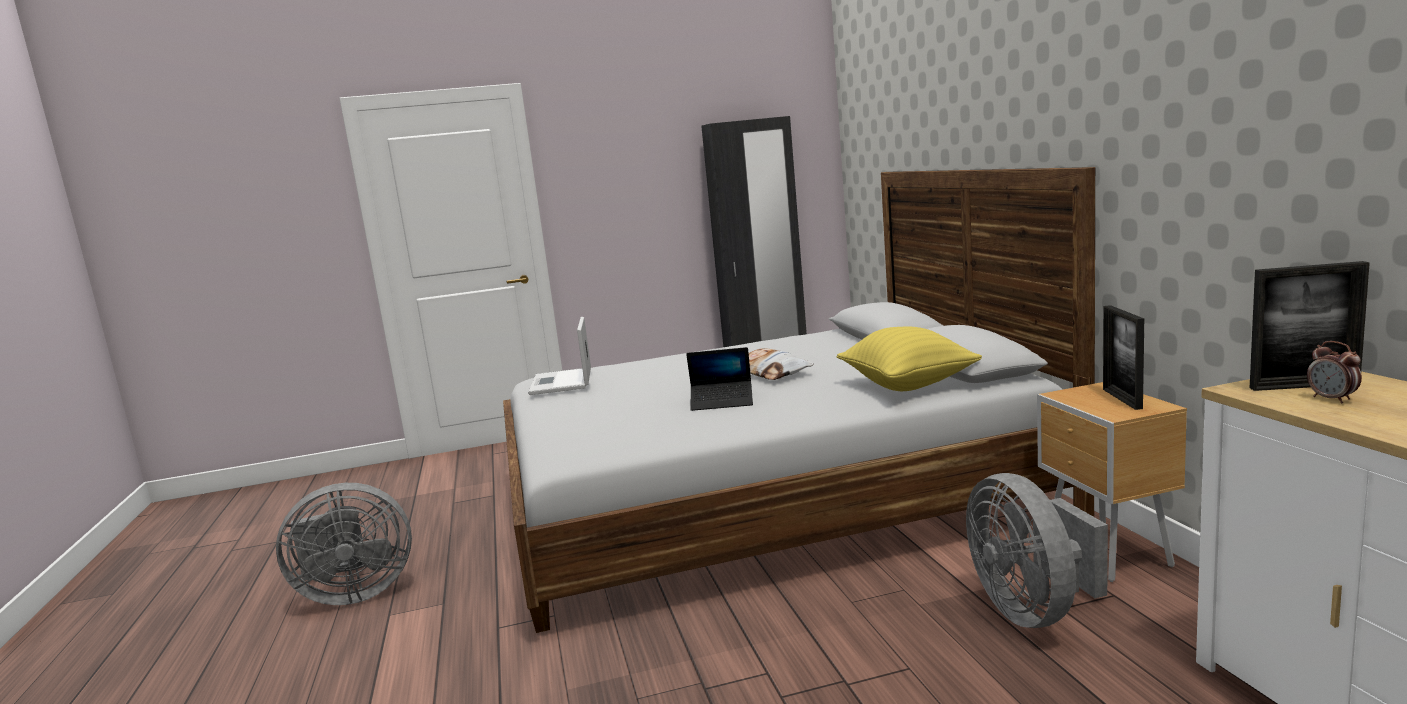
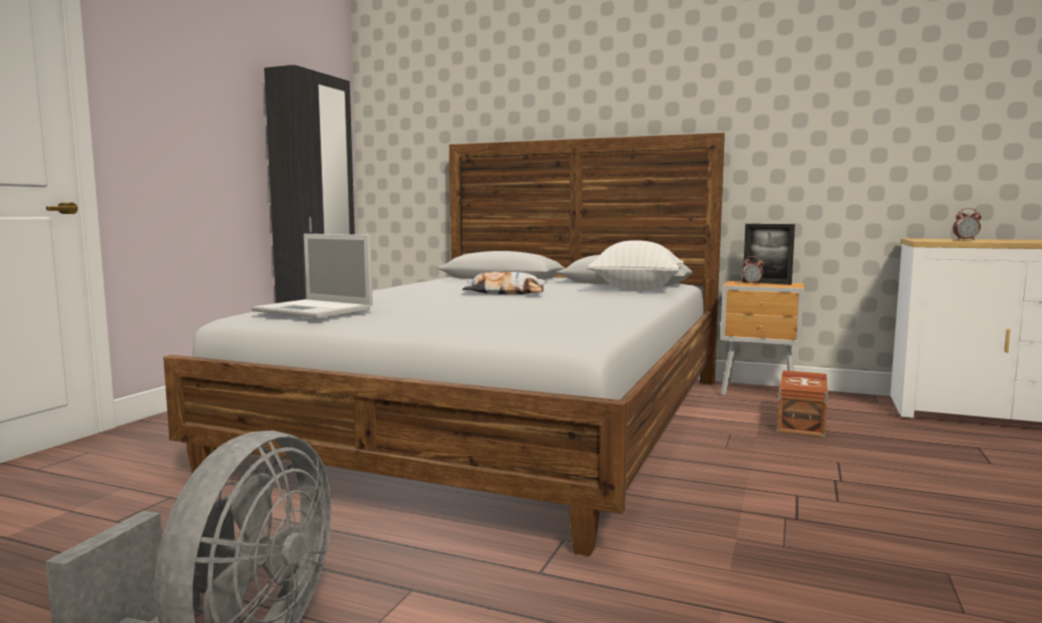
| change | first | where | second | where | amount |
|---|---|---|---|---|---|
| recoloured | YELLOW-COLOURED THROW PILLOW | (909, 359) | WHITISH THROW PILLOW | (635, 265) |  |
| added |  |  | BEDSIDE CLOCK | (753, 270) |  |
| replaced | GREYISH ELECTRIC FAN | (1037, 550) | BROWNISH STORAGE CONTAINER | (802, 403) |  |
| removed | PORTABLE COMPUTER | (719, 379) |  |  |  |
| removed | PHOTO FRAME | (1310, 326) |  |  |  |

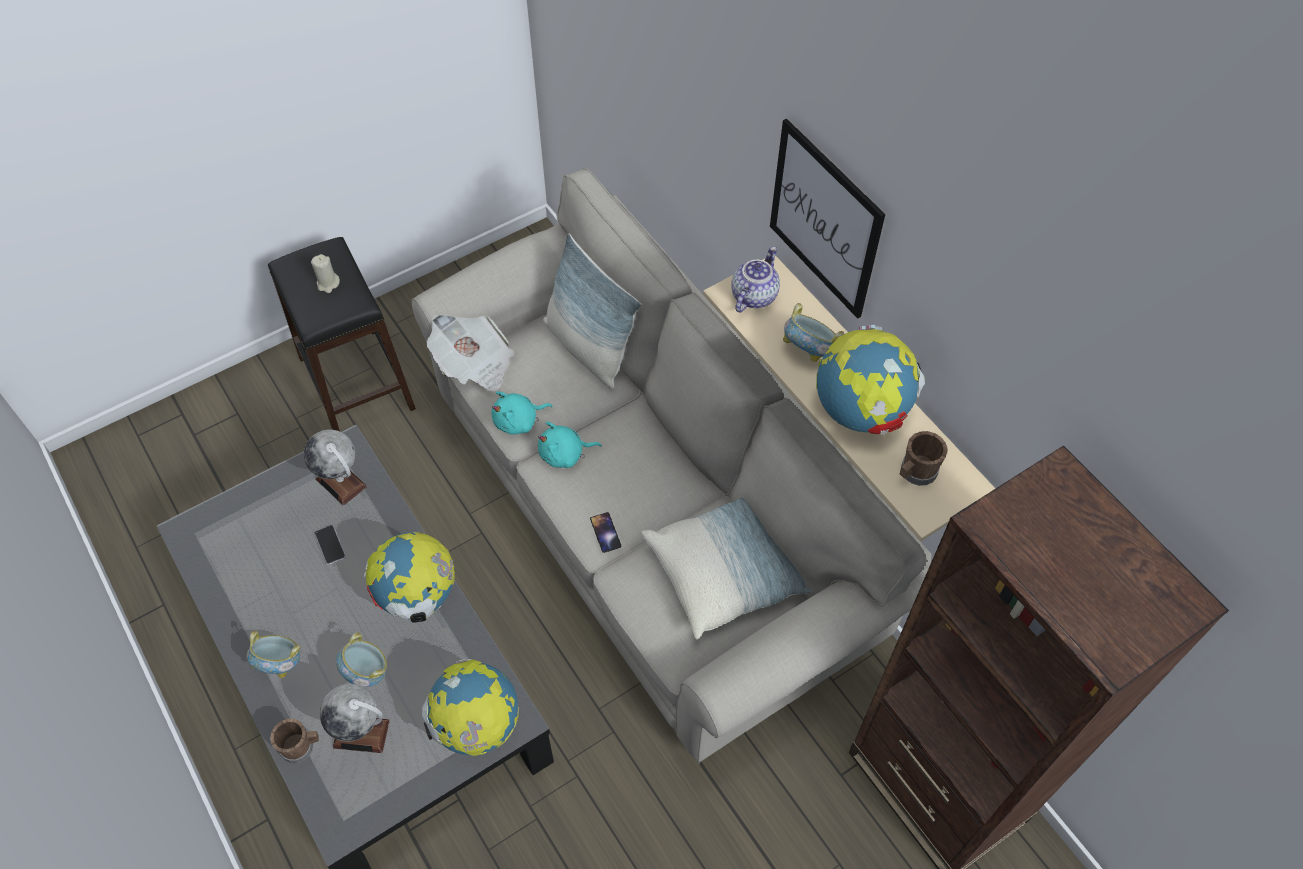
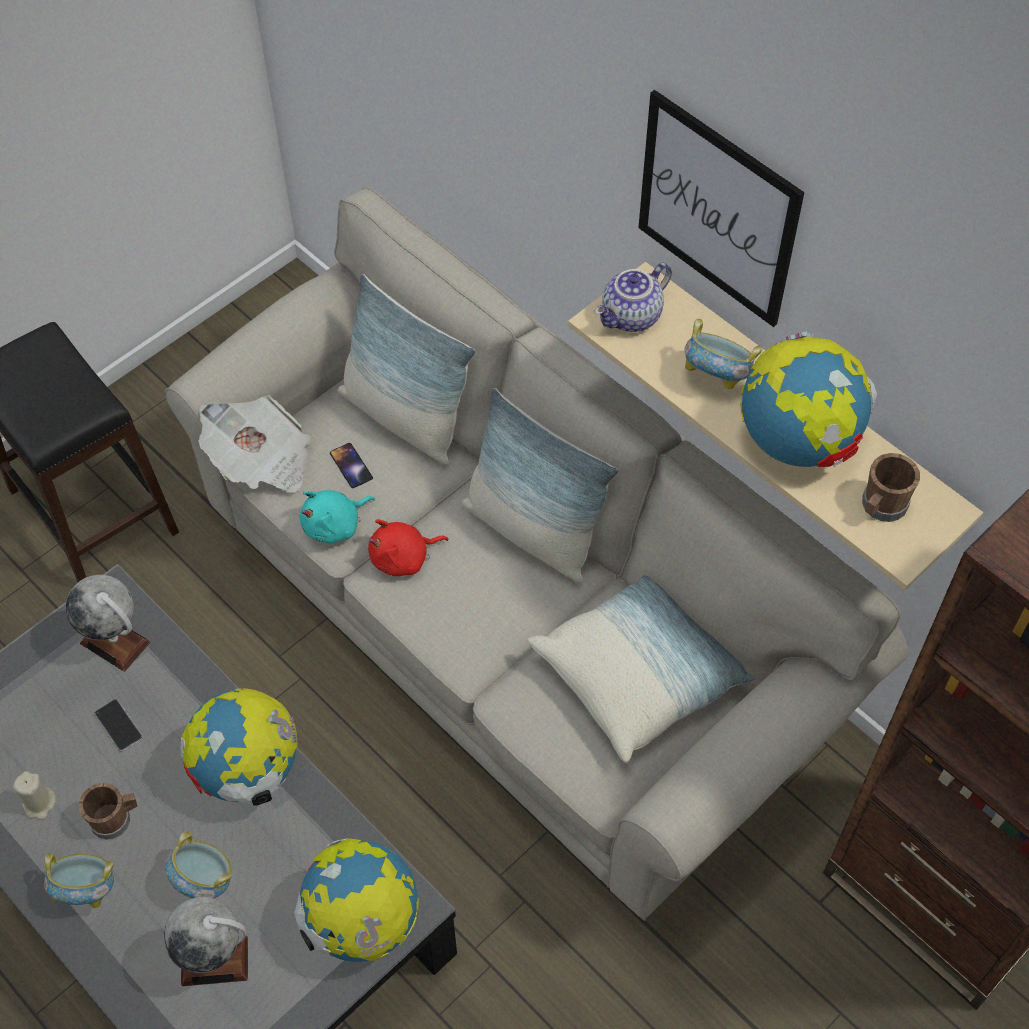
| change | first | where | second | where | amount |
|---|---|---|---|---|---|
| moved | BEIGE-COLOURED WAX LIGHT | (325, 273) |  | (34, 795) |  |
| moved | BROWNISH COFFEE MUG | (294, 741) |  | (108, 811) |  |
| moved | PHONE | (606, 532) |  | (351, 465) |  |
| recoloured | TURQUOISE SOFT TOY | (569, 445) | REDDISH SOFT TOY | (408, 547) |  |
| added |  |  | THROW PILLOW | (539, 485) |  |
| turned | TEAPOT | (755, 280) |  | (633, 297) | 150 degrees counterclockwise |

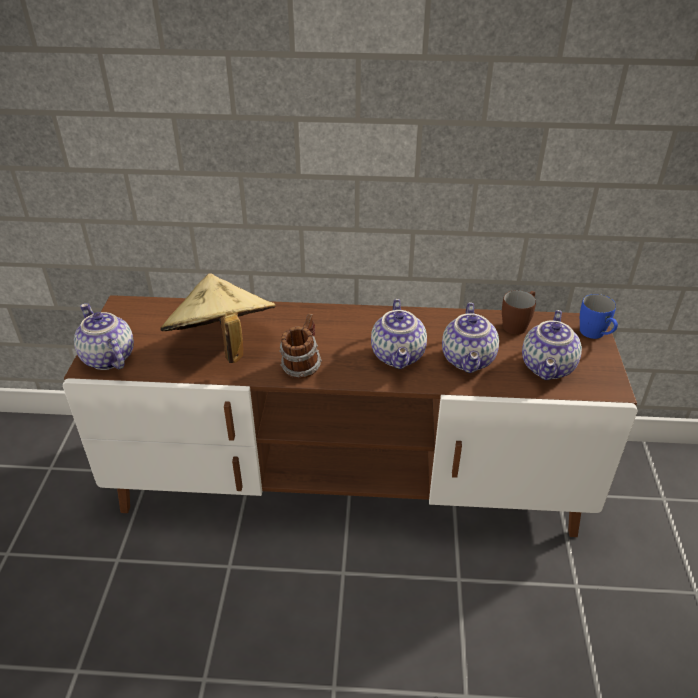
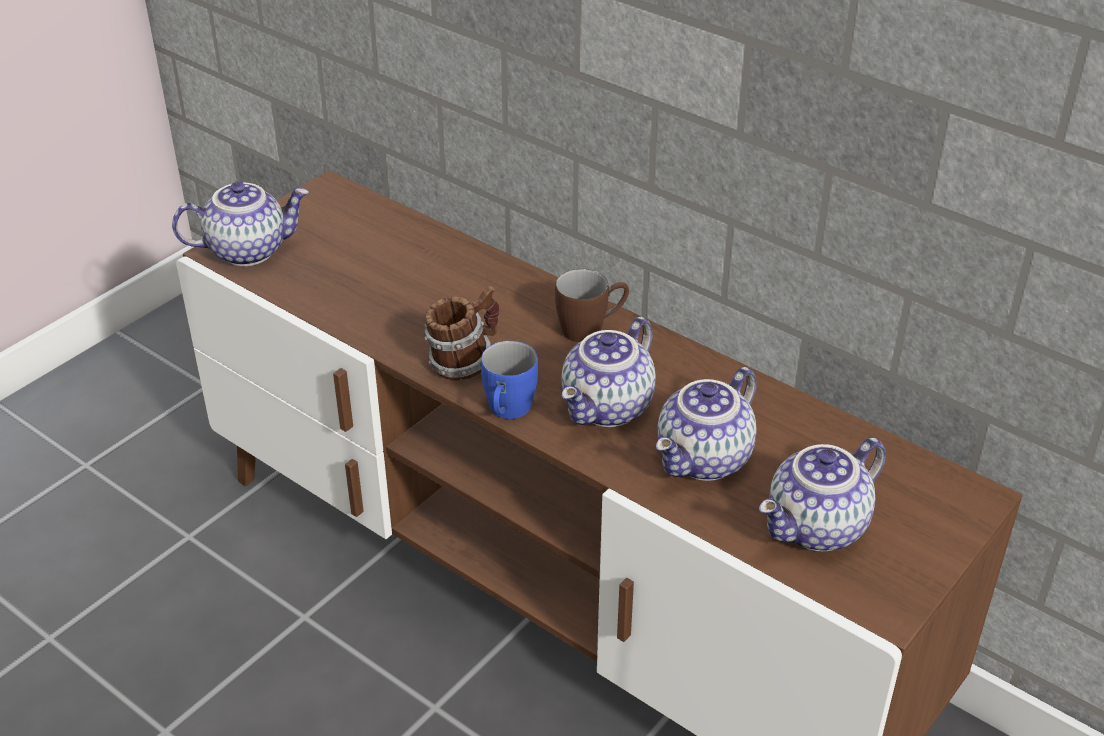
| change | first | where | second | where | amount |
|---|---|---|---|---|---|
| turned | TEAPOT | (104, 336) |  | (240, 223) | 75 degrees clockwise |
| moved | BLUE COFFEE MUG | (599, 316) |  | (509, 380) |  |
| moved | BROWNISH COFFEE MUG | (519, 312) |  | (592, 305) |  |
| removed | BEIGE-COLOURED WEARABLE HAT | (218, 318) |  |  |  |

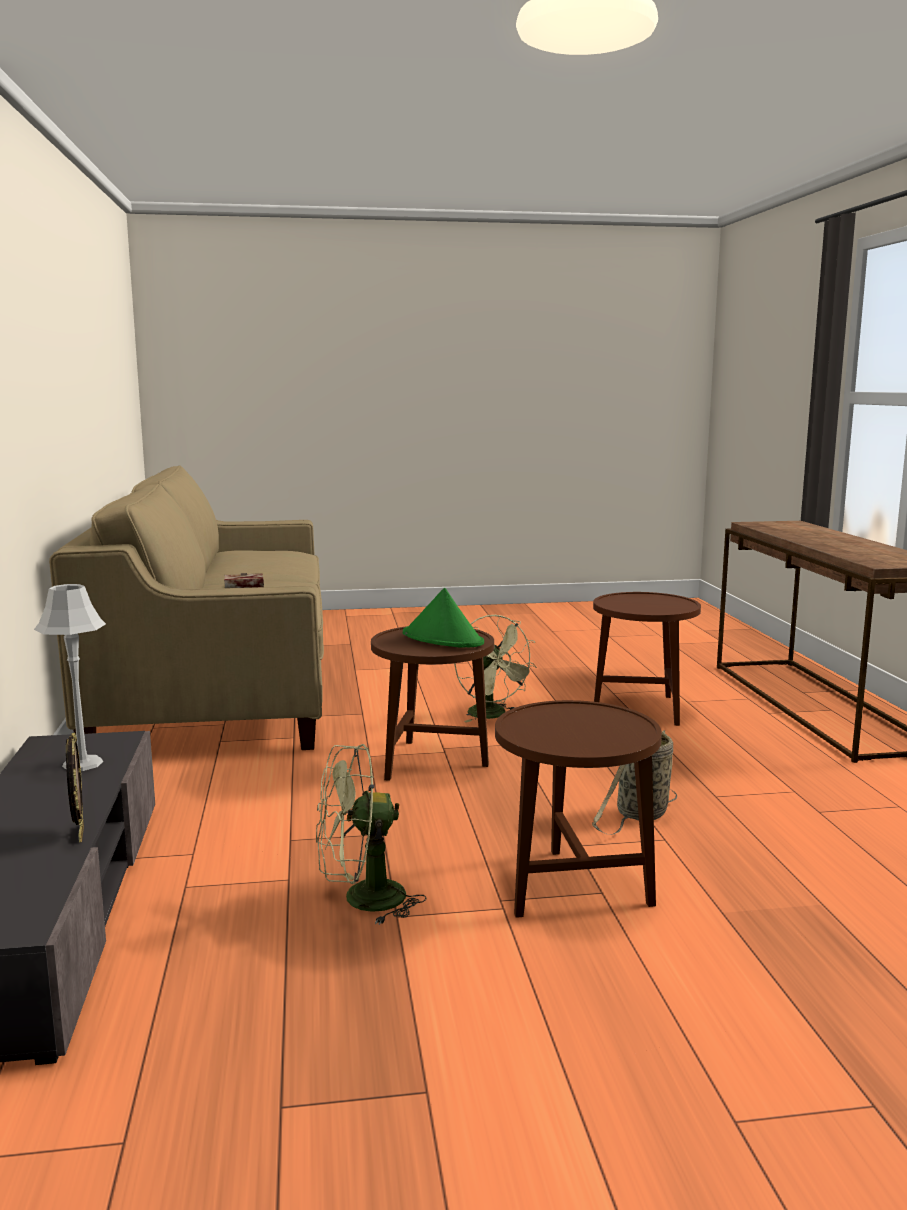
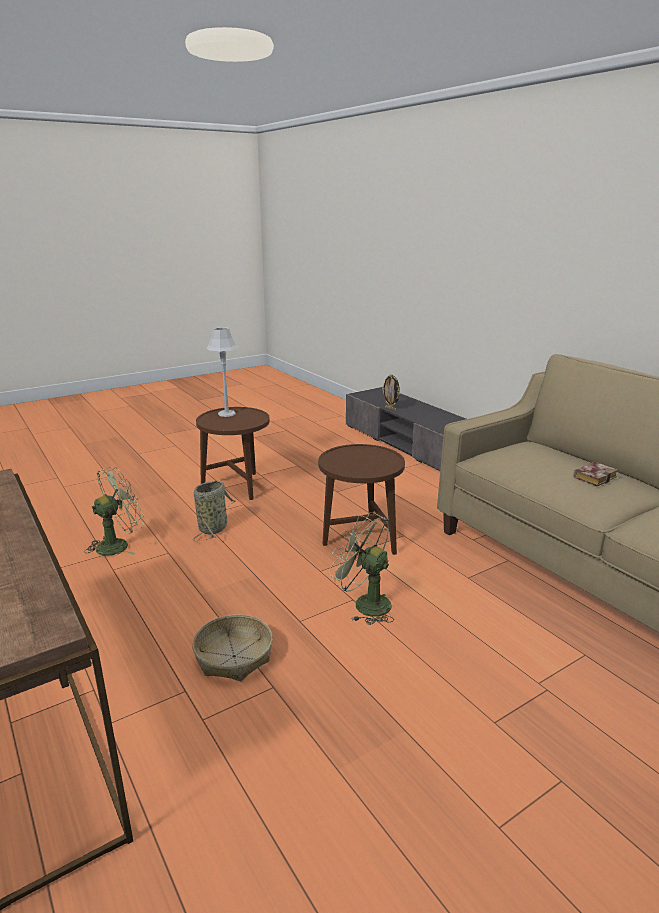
| change | first | where | second | where | amount |
|---|---|---|---|---|---|
| moved | GREEN-COLOURED ELECTRIC FAN | (371, 834) |  | (114, 511) |  |
| replaced | BROWNISH ACCENT TABLE | (647, 659) | HOUSEHOLD BASKET | (232, 647) |  |
| moved | GREYISH TABLE LAMP | (70, 677) |  | (222, 372) |  |
| removed | GREEN-COLOURED WEARABLE HAT | (443, 618) |  |  |  |

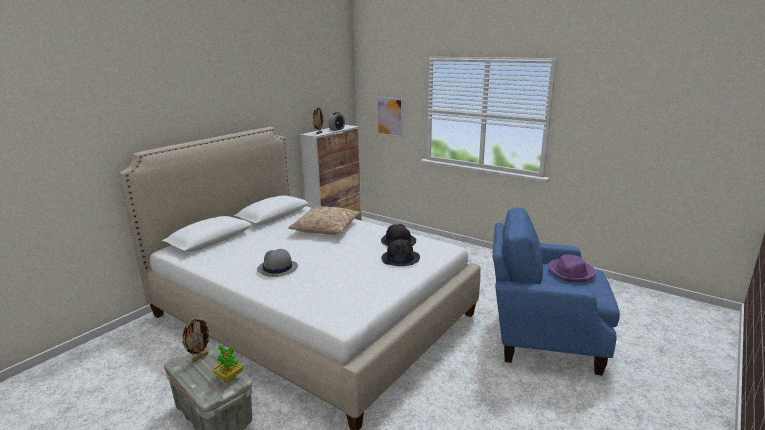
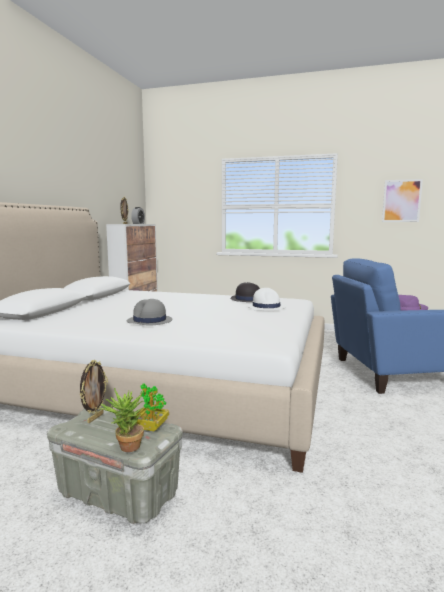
| change | first | where | second | where | amount |
|---|---|---|---|---|---|
| added |  |  | PLANT IN A POT | (121, 420) |  |
| recoloured | BLACKISH WEARABLE HAT | (400, 252) | WHITISH WEARABLE HAT | (266, 299) |  |
| moved | WALL PICTURE | (389, 117) |  | (402, 200) |  |
| removed | BEIGE-COLOURED THROW PILLOW | (324, 220) |  |  |  |

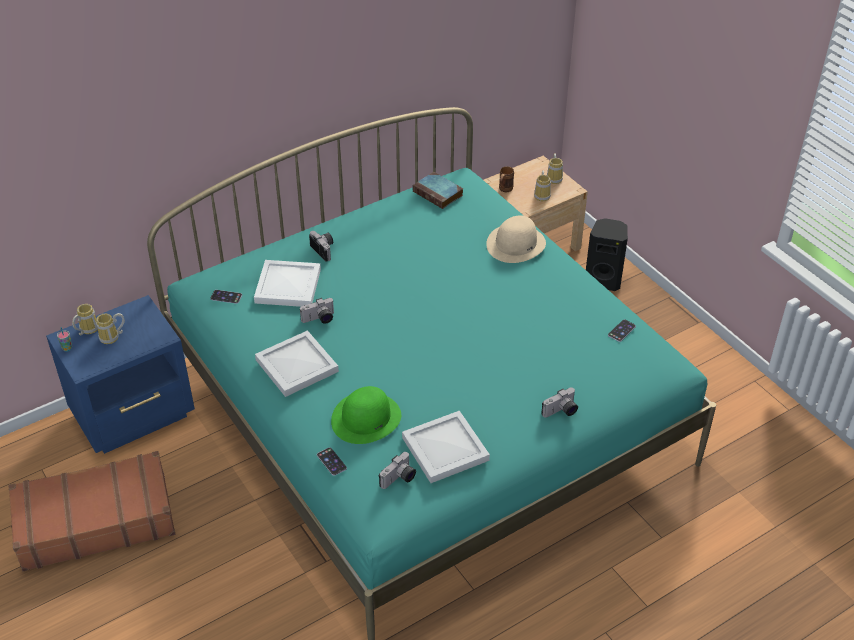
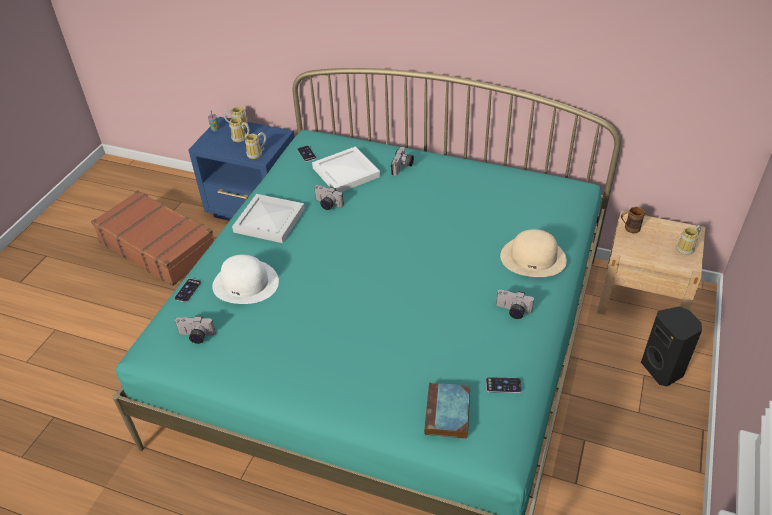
| change | first | where | second | where | amount |
|---|---|---|---|---|---|
| recoloured | GREEN-COLOURED WEARABLE HAT | (366, 415) | WHITISH WEARABLE HAT | (245, 279) |  |
| moved | COFFEE MUG | (542, 185) |  | (255, 145) |  |
| moved | VOLUME | (437, 190) |  | (447, 411) |  |
| moved | PHOTO CAMERA | (559, 402) |  | (515, 304) |  |
| removed | WHITISH CARRYING TRAY | (446, 446) |  |  |  |

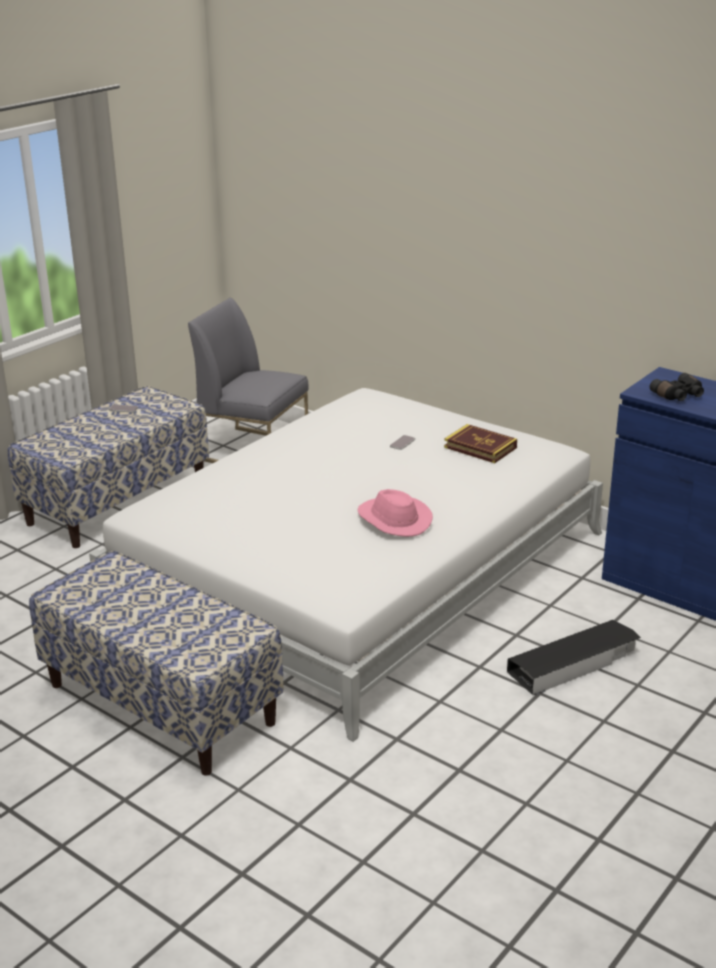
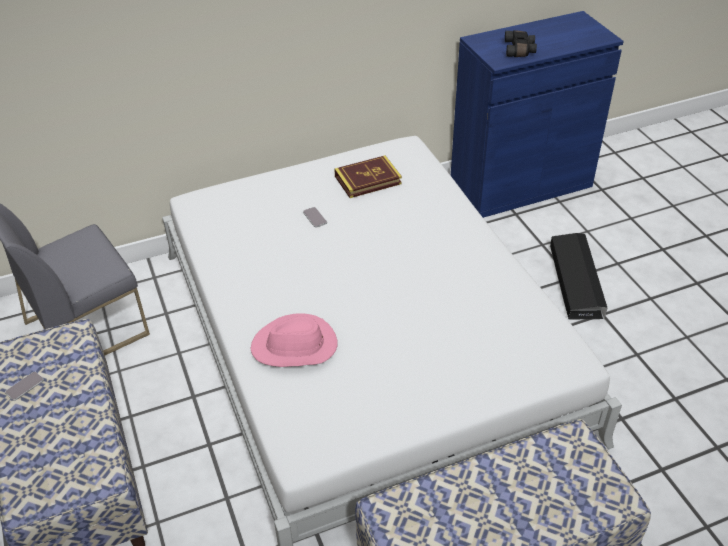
| change | first | where | second | where | amount |
|---|---|---|---|---|---|
| moved | PINK-COLOURED WEARABLE HAT | (395, 513) |  | (294, 340) |  |

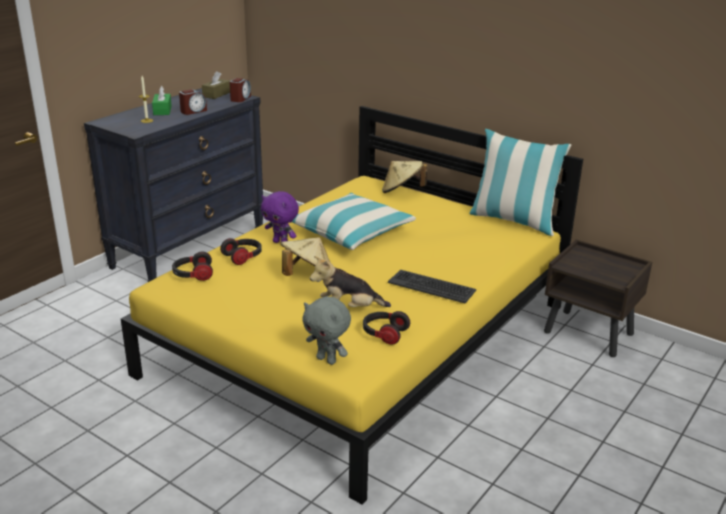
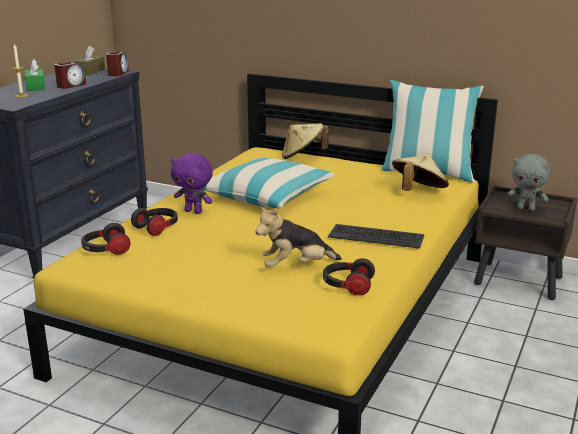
| change | first | where | second | where | amount |
|---|---|---|---|---|---|
| moved | BEIGE-COLOURED WEARABLE HAT | (305, 256) |  | (420, 172) |  |
| moved | GREYISH SOFT TOY | (326, 331) |  | (528, 182) |  |

